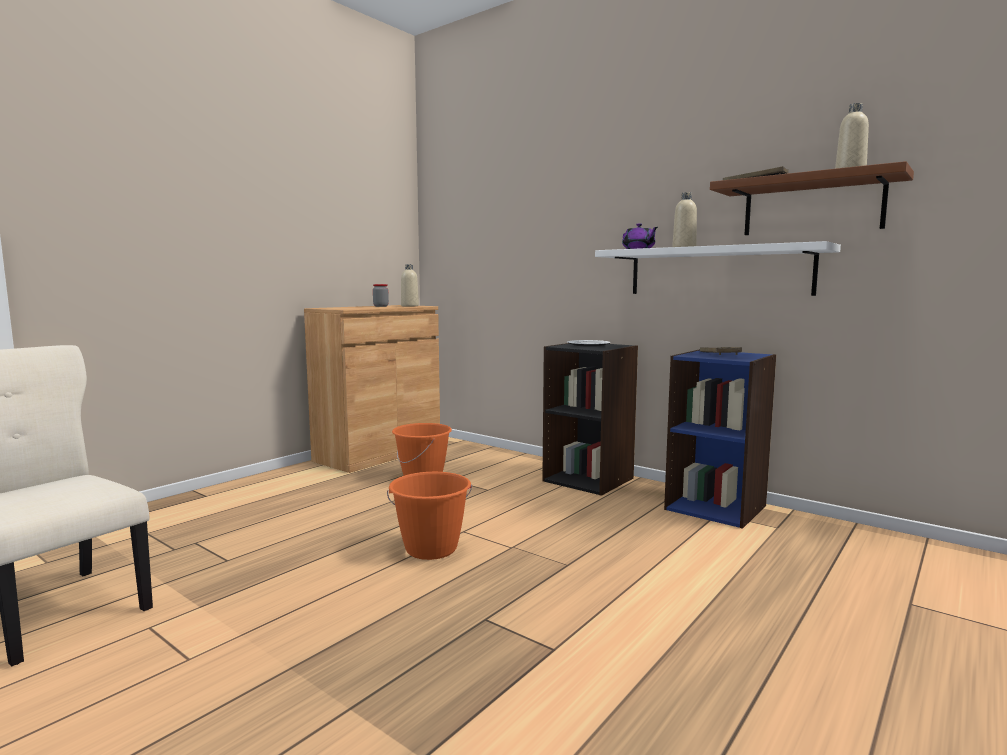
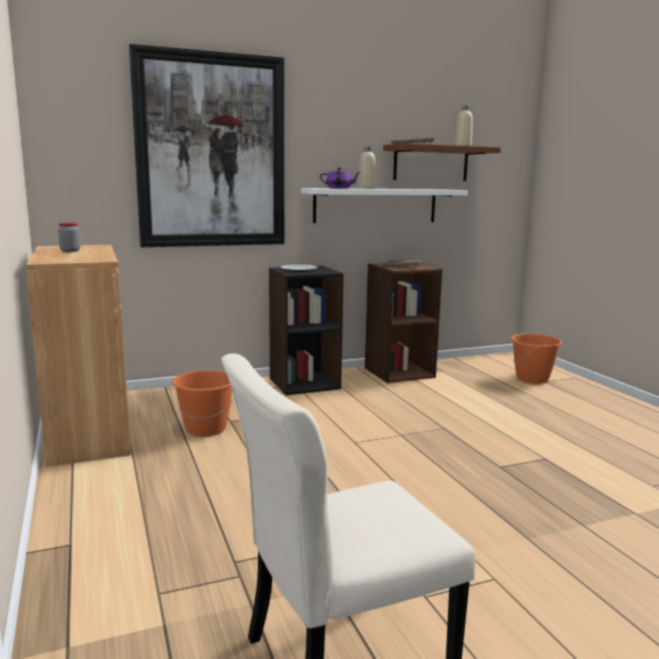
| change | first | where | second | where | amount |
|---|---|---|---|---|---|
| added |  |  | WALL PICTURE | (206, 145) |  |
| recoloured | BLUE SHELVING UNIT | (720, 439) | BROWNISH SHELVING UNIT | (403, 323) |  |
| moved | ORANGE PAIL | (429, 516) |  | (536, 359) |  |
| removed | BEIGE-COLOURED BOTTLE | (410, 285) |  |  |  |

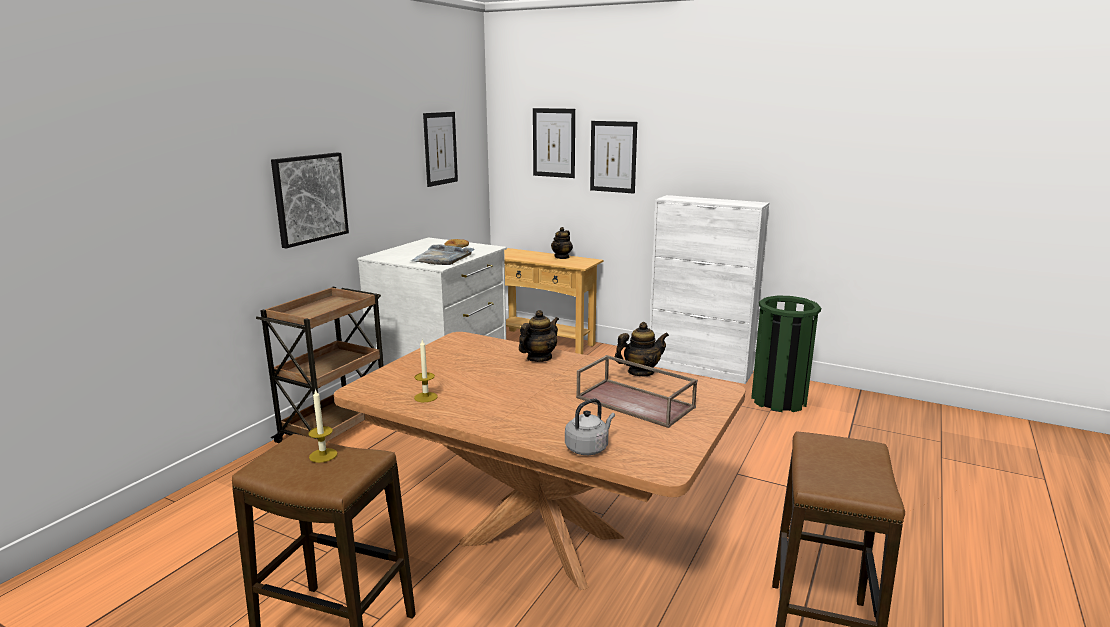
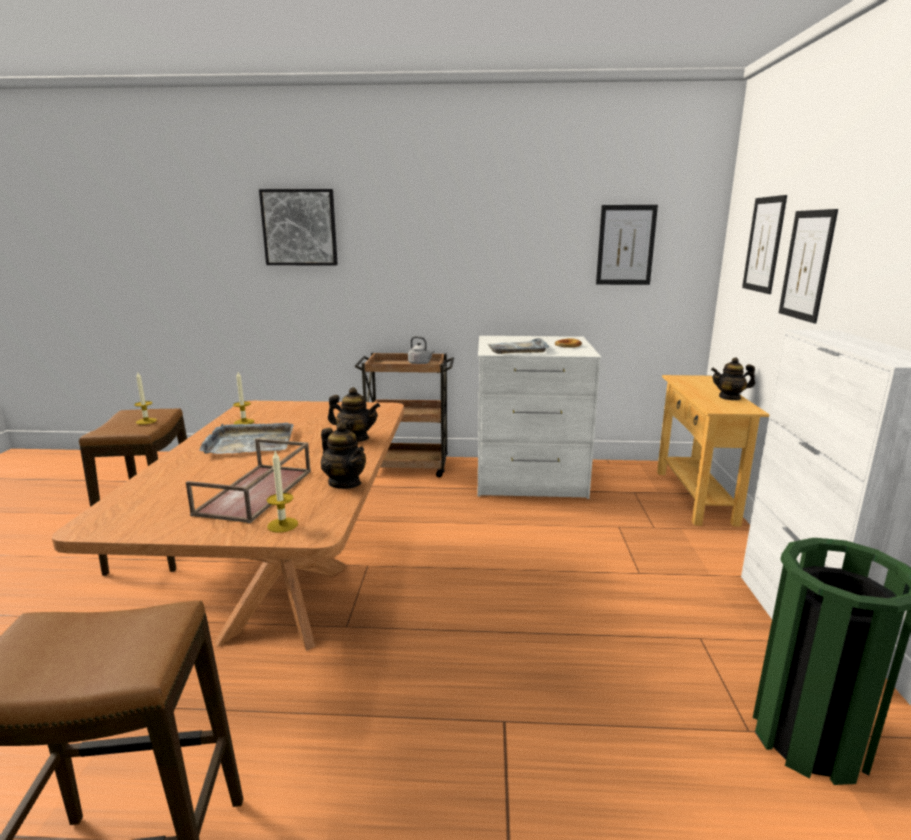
| change | first | where | second | where | amount |
|---|---|---|---|---|---|
| added |  |  | GREYISH CARRYING TRAY | (246, 438) |  |
| moved | WALL PICTURE | (310, 200) |  | (298, 227) |  |
| added |  |  | WAX LIGHT | (282, 492) |  |
| moved | GREYISH KETTLE | (590, 426) |  | (421, 350) |  |

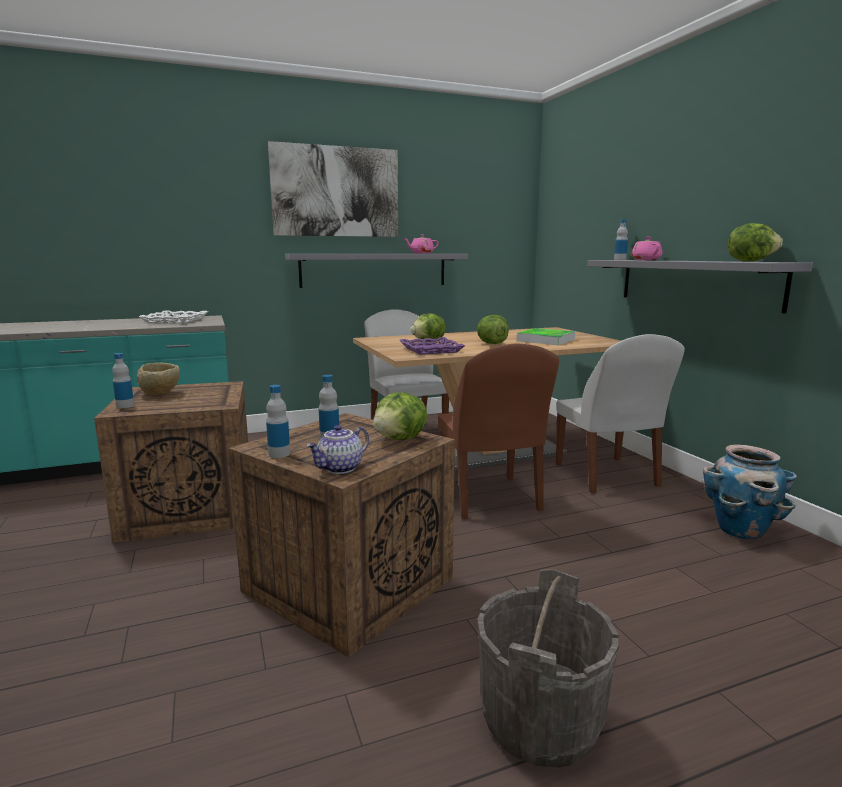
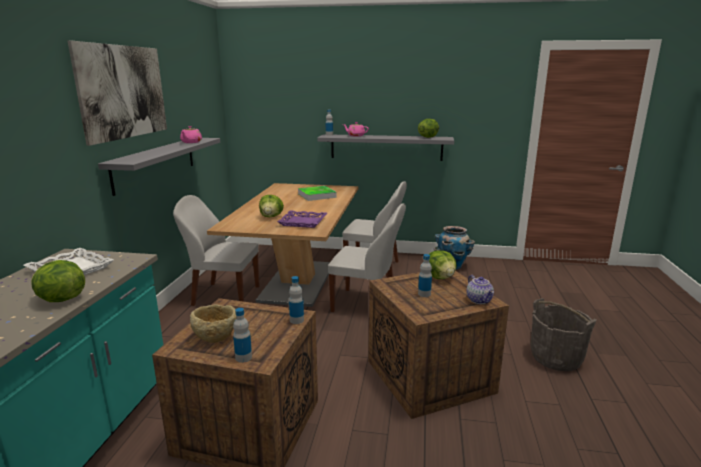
| change | first | where | second | where | amount |
|---|---|---|---|---|---|
| moved | LETTUCE | (493, 329) |  | (58, 281) |  |
| moved | BOTTLE | (278, 421) |  | (296, 300) |  |
| recoloured | BROWNISH CHAIR | (498, 431) | WHITISH CHAIR | (367, 257) |  |

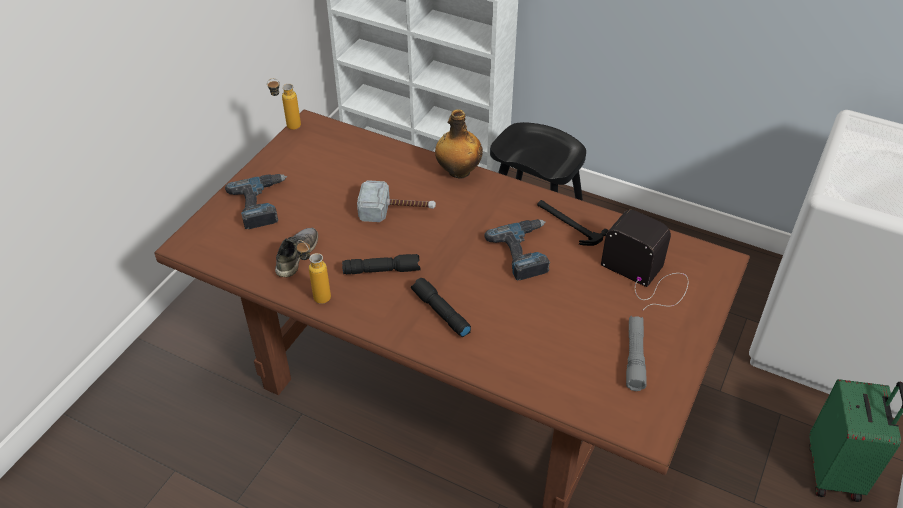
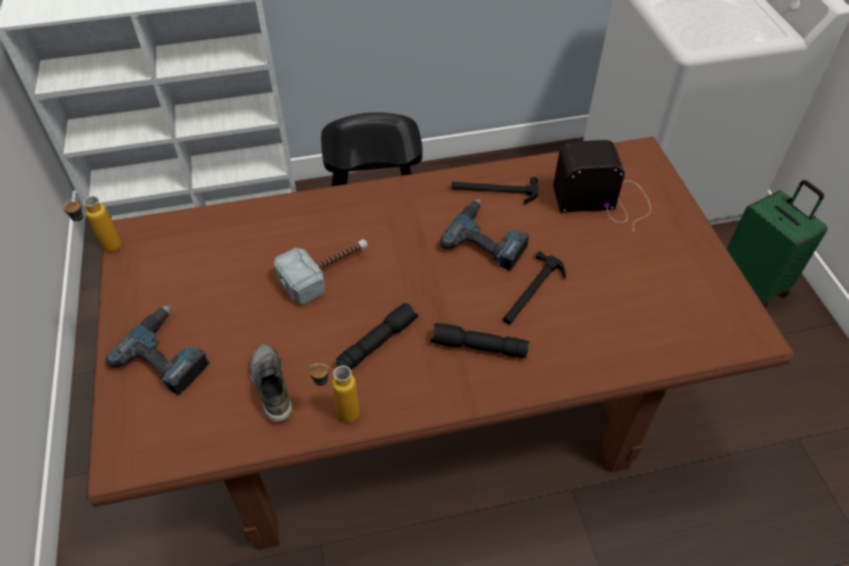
| change | first | where | second | where | amount |
|---|---|---|---|---|---|
| added |  |  | TOOL HAMMER | (534, 288) |  |
| removed | BOTTLE | (459, 144) |  |  |  |
| removed | GREYISH TORCH | (636, 353) |  |  |  |

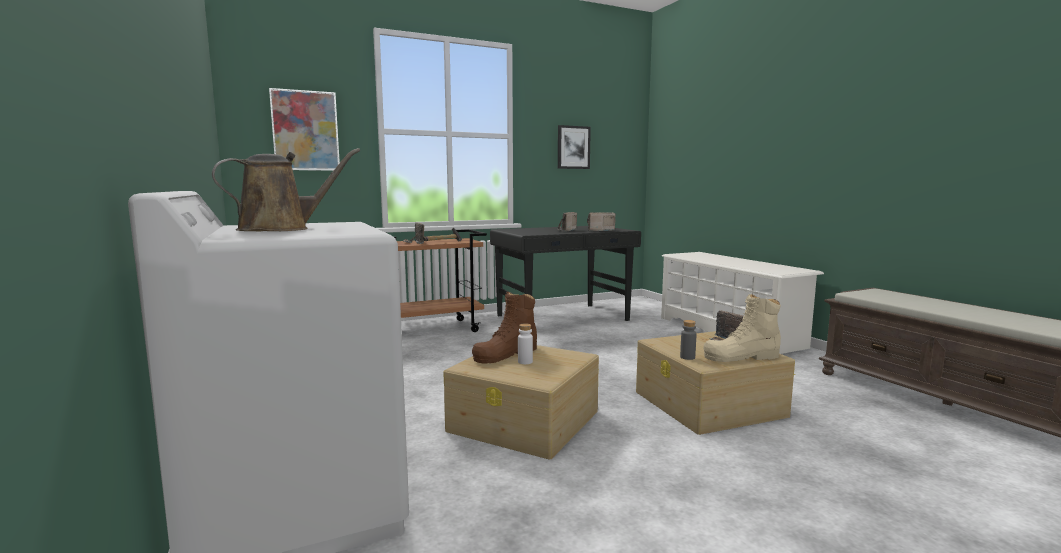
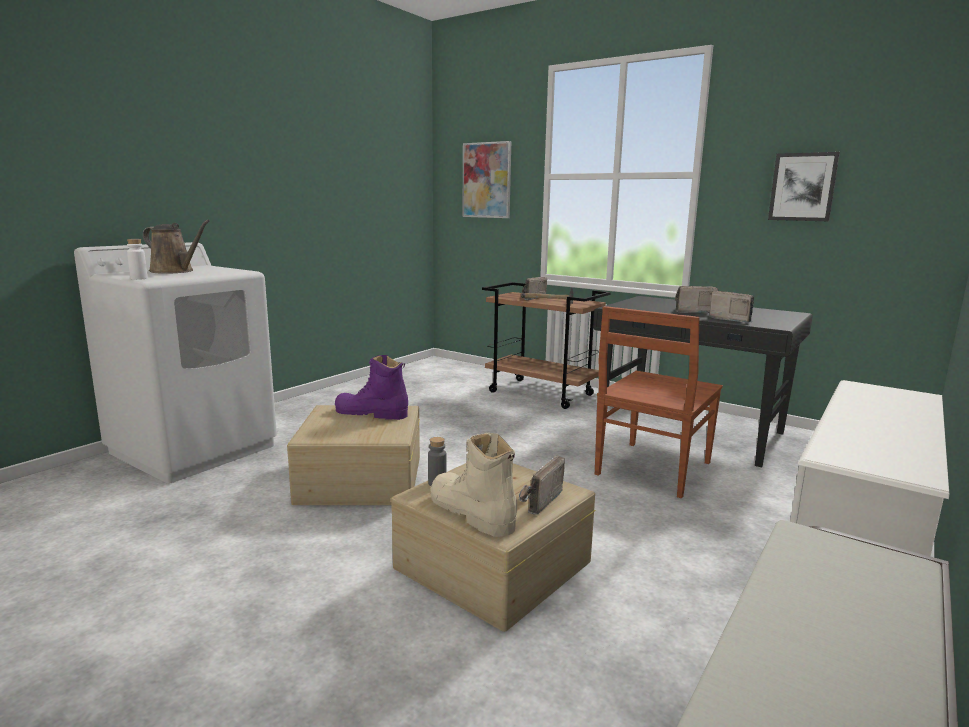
| change | first | where | second | where | amount |
|---|---|---|---|---|---|
| moved | WHITISH BOTTLE | (525, 343) |  | (137, 259) |  |
| recoloured | BROWNISH BOOT | (504, 328) | PURPLE BOOT | (371, 387) |  |
| added |  |  | BROWNISH CHAIR | (659, 402) |  |

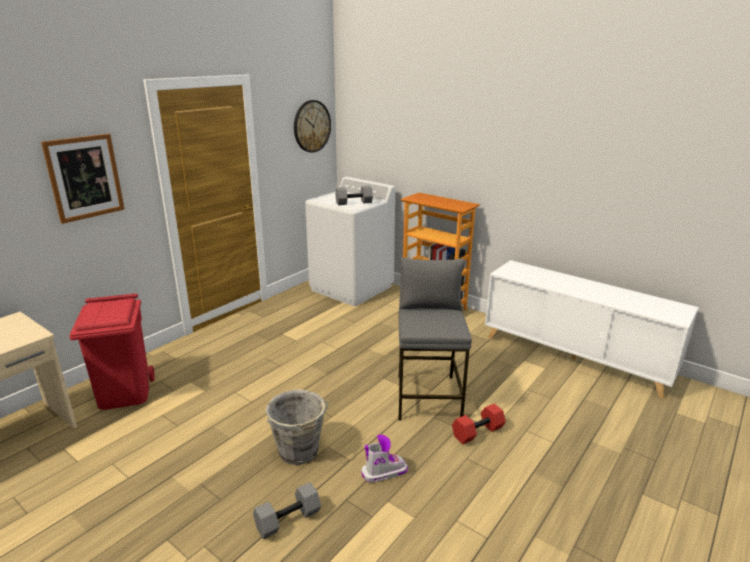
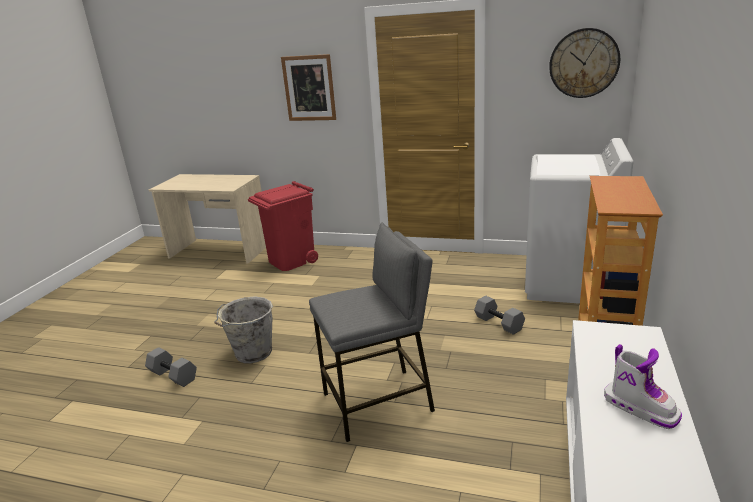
| change | first | where | second | where | amount |
|---|---|---|---|---|---|
| moved | GREYISH HAND WEIGHT | (354, 195) |  | (499, 315) |  |
| moved | BOOT | (385, 458) |  | (643, 386) |  |
| removed | REDDISH HAND WEIGHT | (479, 424) |  |  |  |

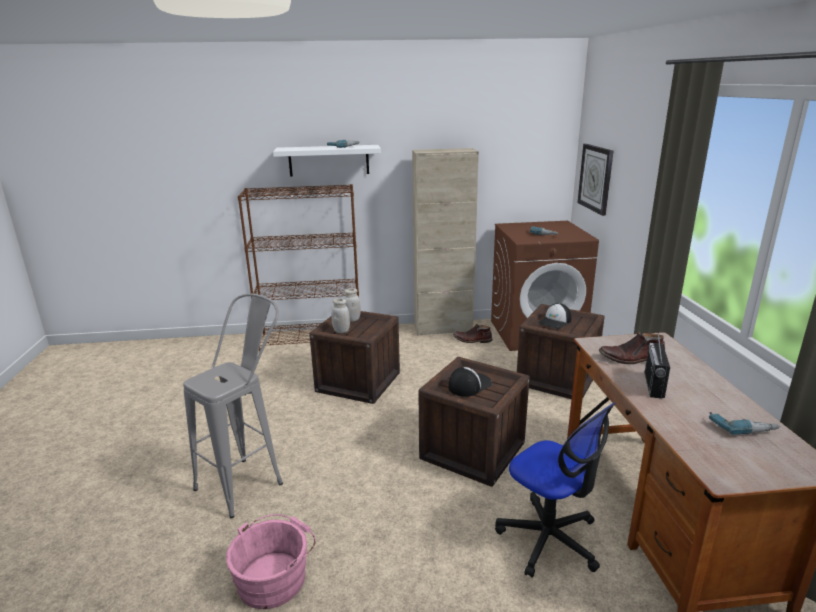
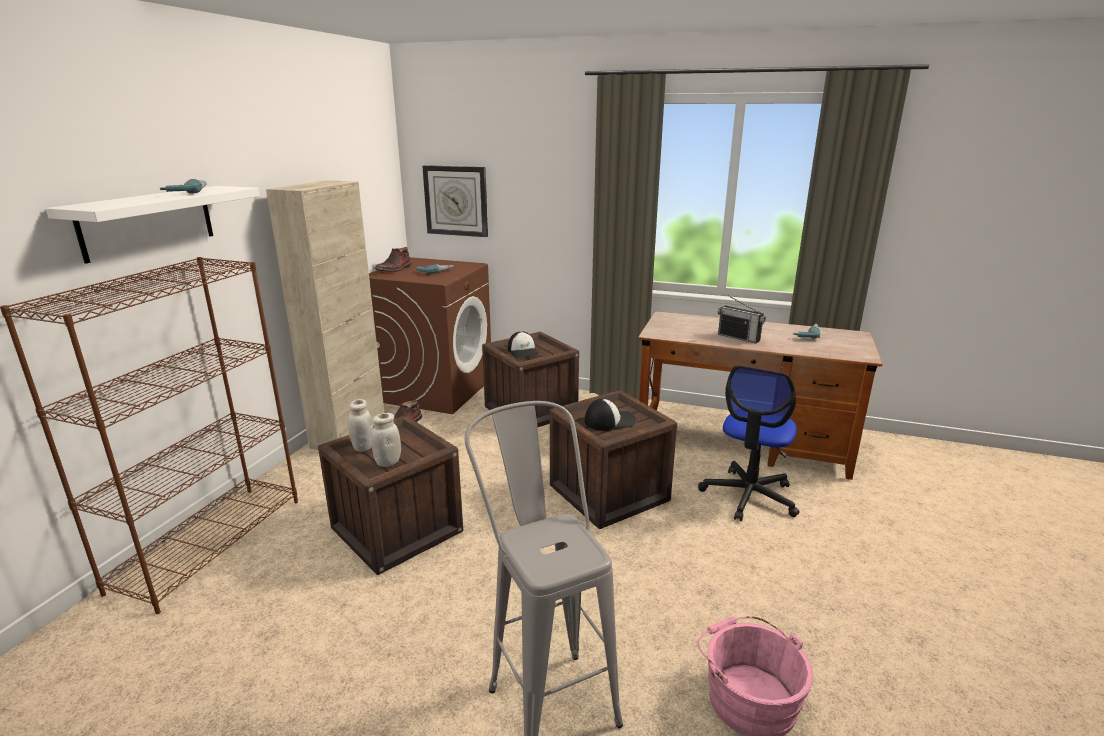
| change | first | where | second | where | amount |
|---|---|---|---|---|---|
| moved | BROWNISH BOOT | (632, 348) |  | (393, 259) |  |
| turned | BASEBALL CAP | (470, 382) |  | (611, 415) | 90 degrees clockwise |
| turned | DESK CHAIR | (555, 490) |  | (749, 443) | 135 degrees clockwise |

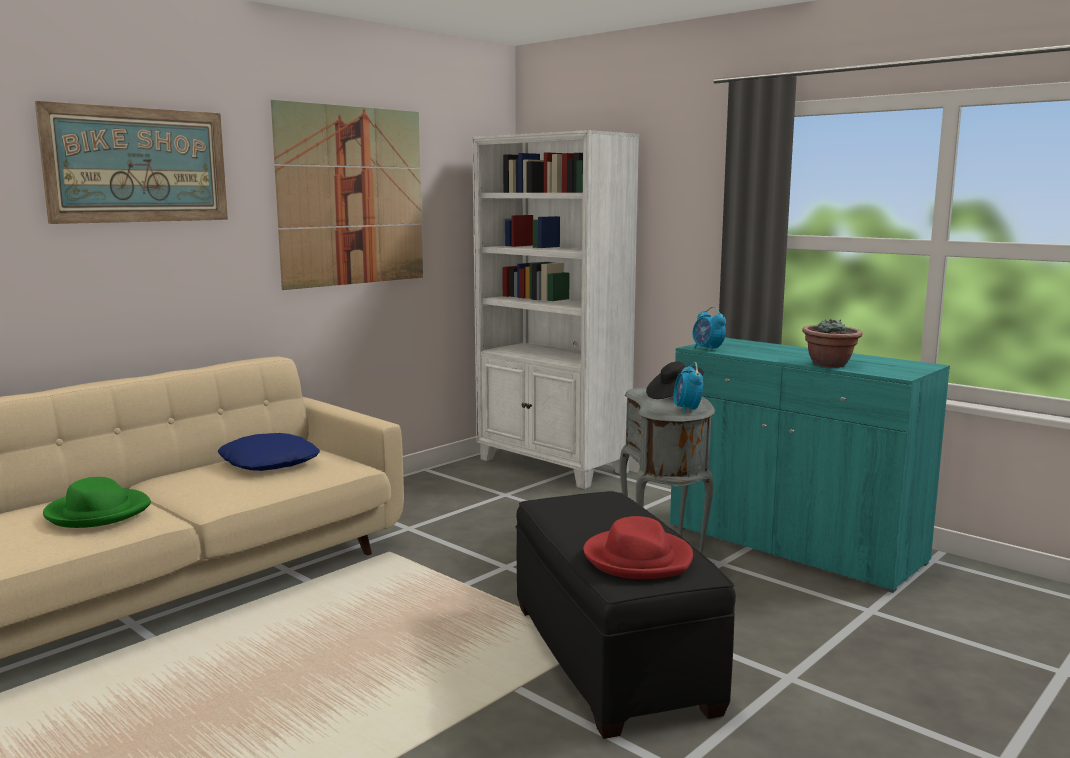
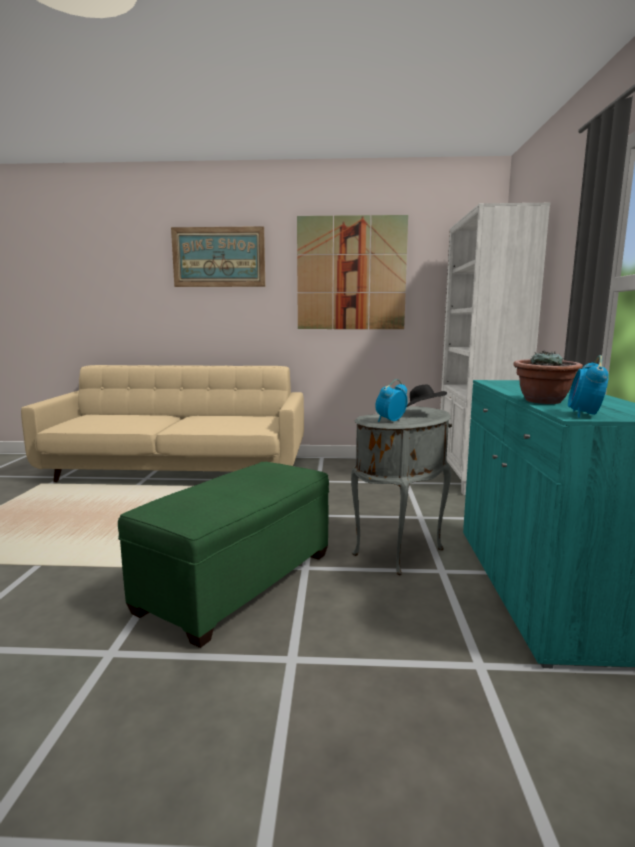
| change | first | where | second | where | amount |
|---|---|---|---|---|---|
| recoloured | BLACKISH OTTOMAN | (626, 615) | GREEN-COLOURED OTTOMAN | (223, 555) |  |
| moved | BEDSIDE CLOCK | (709, 329) |  | (588, 386) |  |
| removed | GREEN-COLOURED WEARABLE HAT | (97, 502) |  |  |  |
| removed | BLUE THROW PILLOW | (268, 452) |  |  |  |
| removed | REDDISH WEARABLE HAT | (638, 547) |  |  |  |

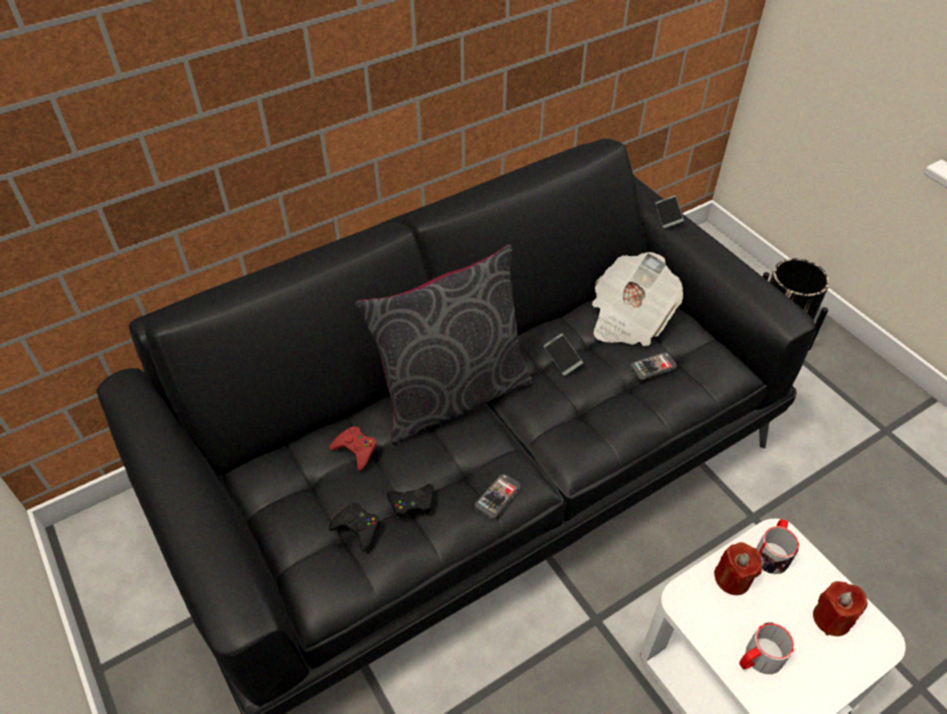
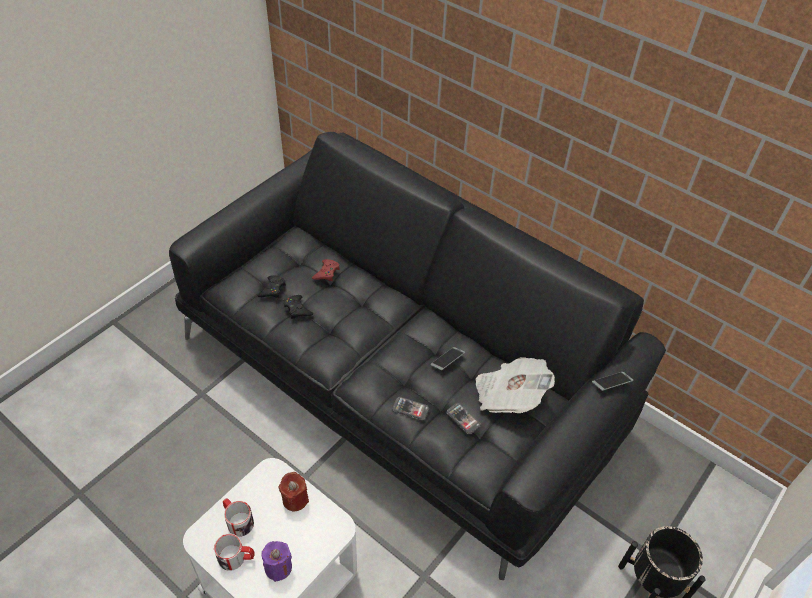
| change | first | where | second | where | amount |
|---|---|---|---|---|---|
| moved | COFFEE MUG | (777, 546) |  | (234, 552) |  |
| recoloured | REDDISH WAX LIGHT | (840, 608) | PURPLE WAX LIGHT | (276, 561) |  |
| moved | PHONE | (498, 496) |  | (410, 408) |  |
| removed | GREYISH THROW PILLOW | (444, 344) |  |  |  |

